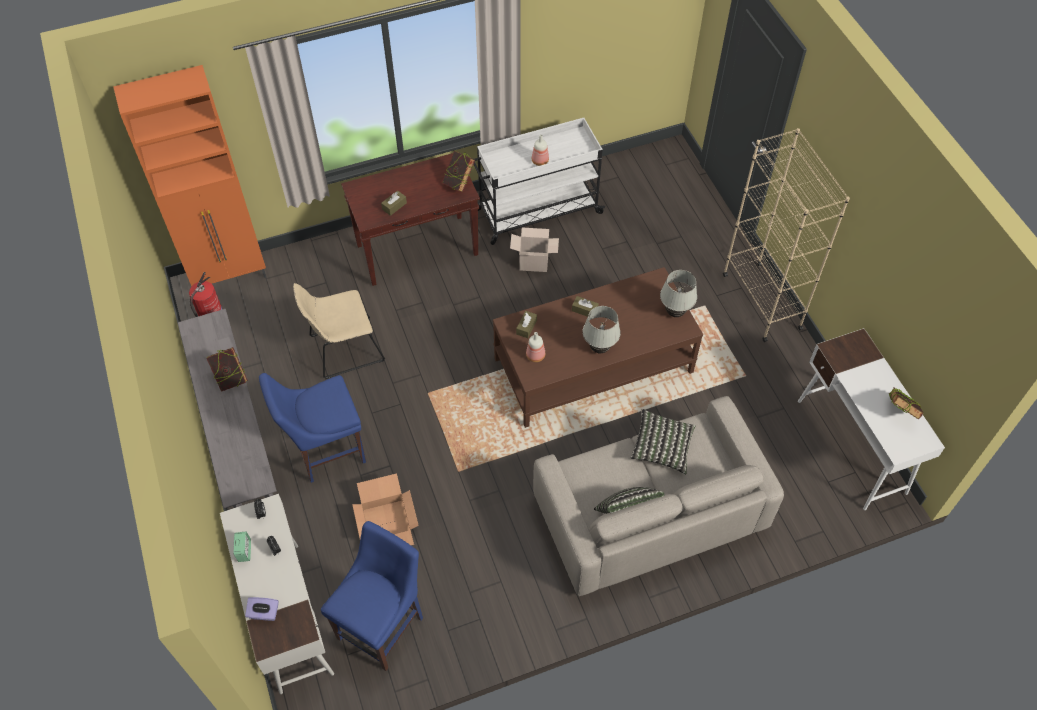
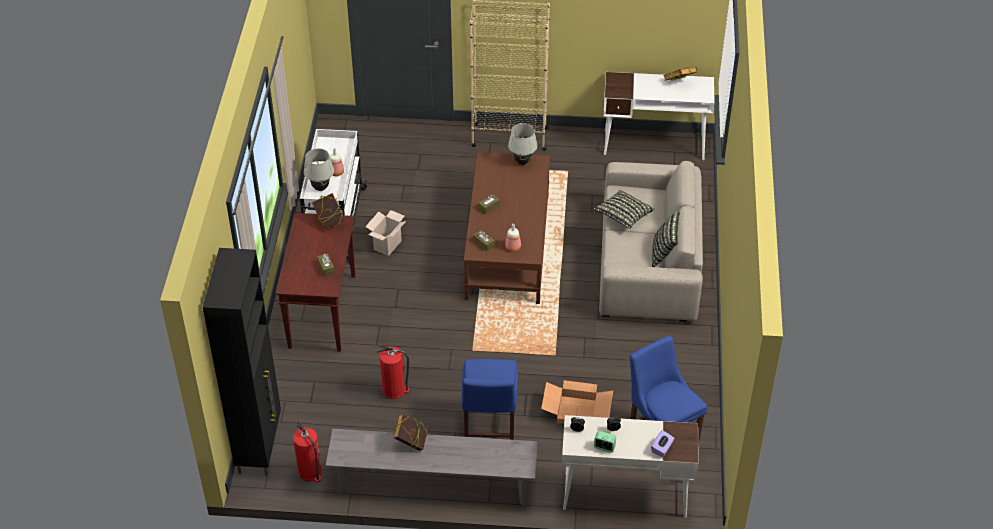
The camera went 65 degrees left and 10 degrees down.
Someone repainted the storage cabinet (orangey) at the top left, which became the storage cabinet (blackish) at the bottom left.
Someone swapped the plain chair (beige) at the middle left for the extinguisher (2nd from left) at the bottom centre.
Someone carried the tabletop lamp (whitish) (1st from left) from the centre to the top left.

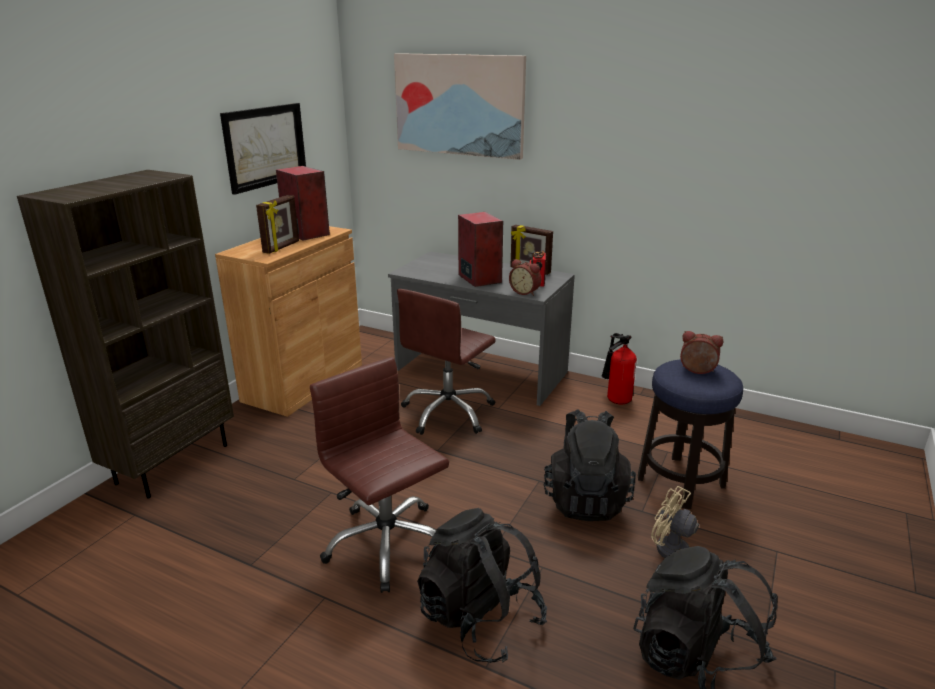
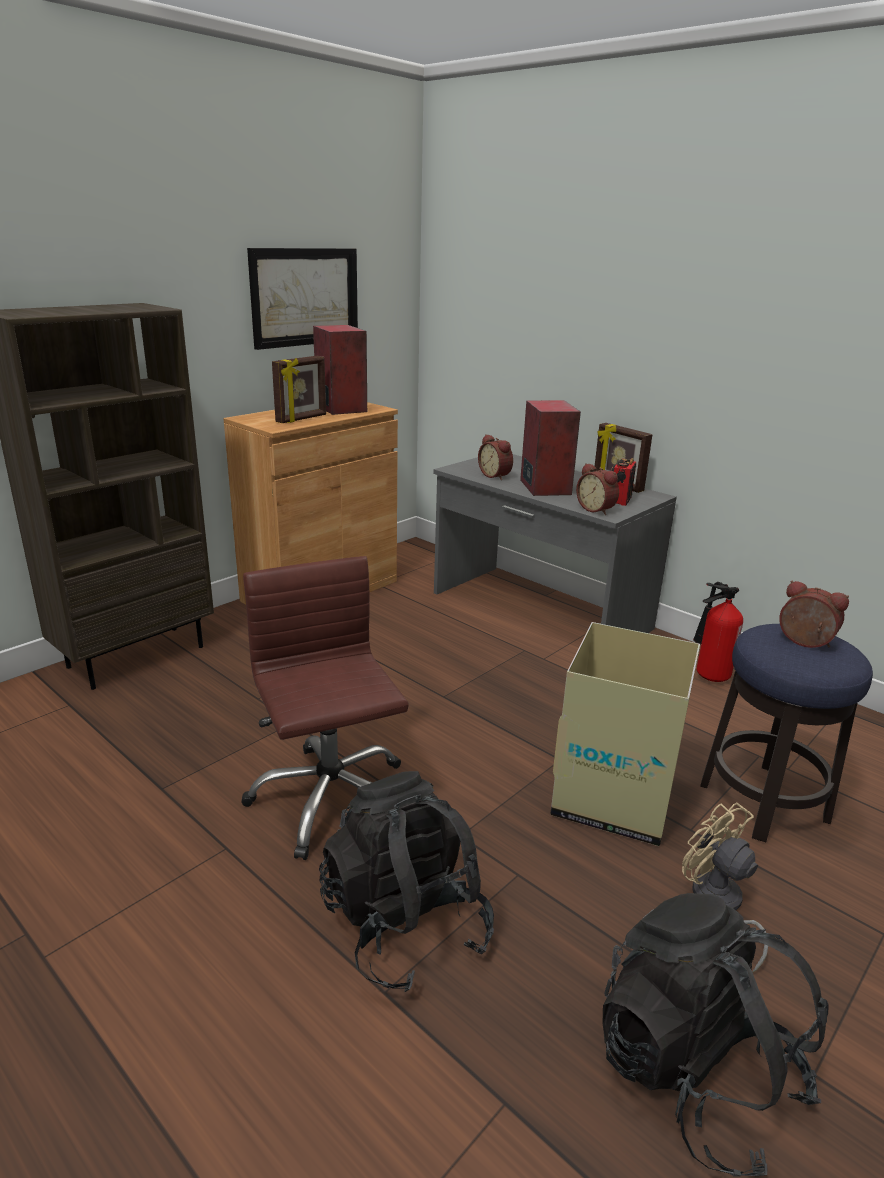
The camera went 15 degrees right and 0 degrees up.
Someone took away the wall picture (2nd from left) at the top centre.
Someone took away the desk chair (brown-coloured) (2nd from left) at the centre.
Someone swapped the backpack (blackish) (2nd from left) at the bottom centre for the packing box at the middle right.
Someone put down the bedside clock (1st from left) at the centre.

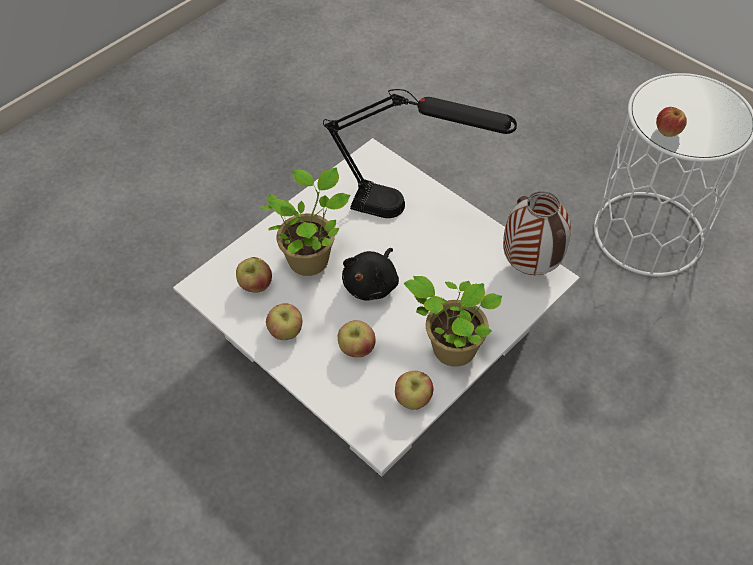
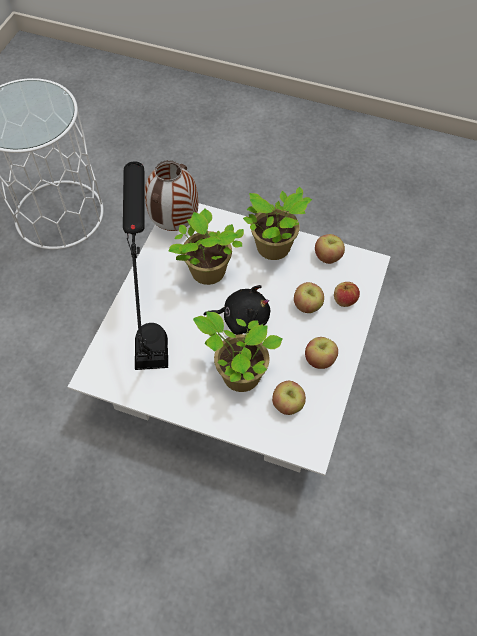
The camera went 115 degrees left and 5 degrees up.
Someone carried the apple (5th from left) from the top right to the middle right.
Someone put down the plant in a pot (1st from left) at the centre.

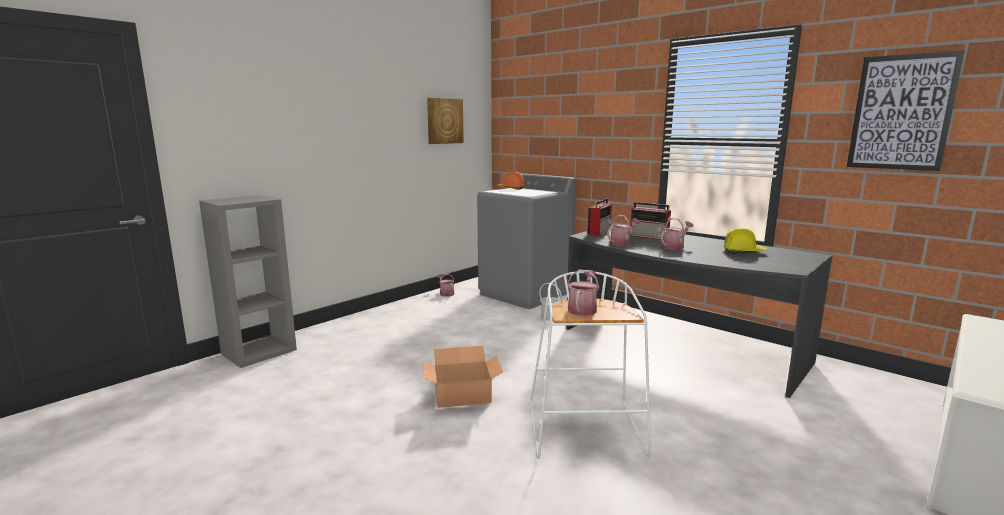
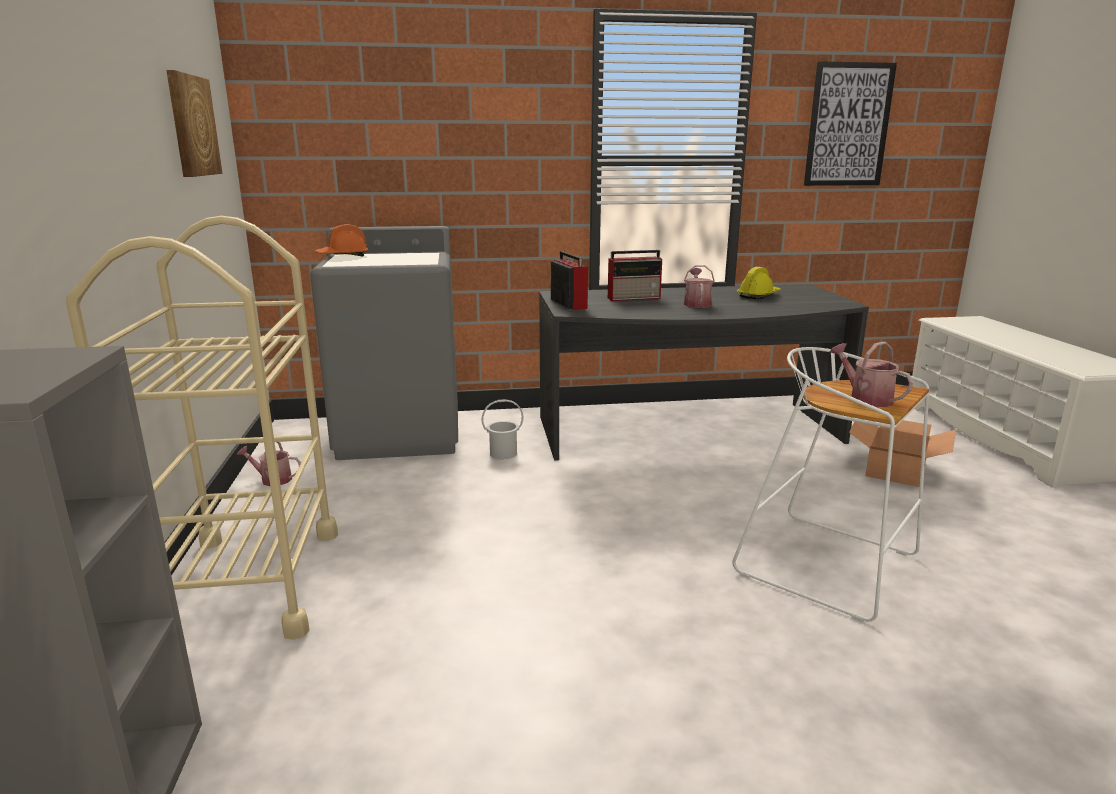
The camera went 50 degrees left and 5 degrees up.
Someone took away the sprinkling can (3rd from left) at the centre.
Someone carried the packing box from the bottom centre to the middle right.
Someone put down the cart (beige) at the middle left.

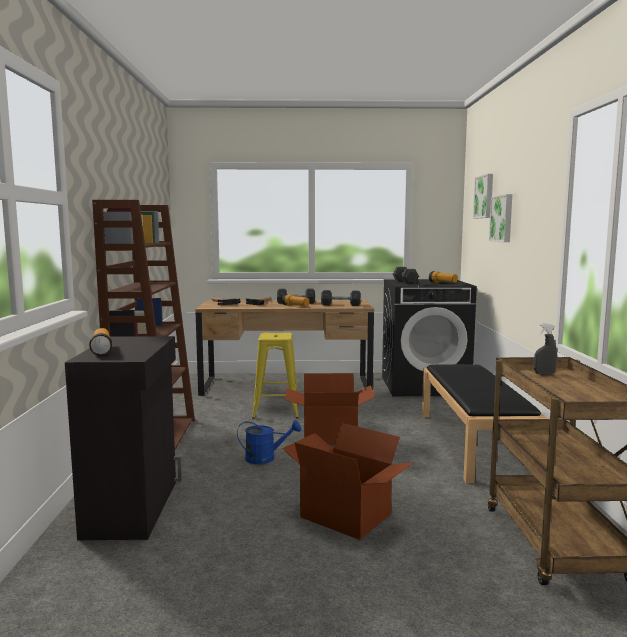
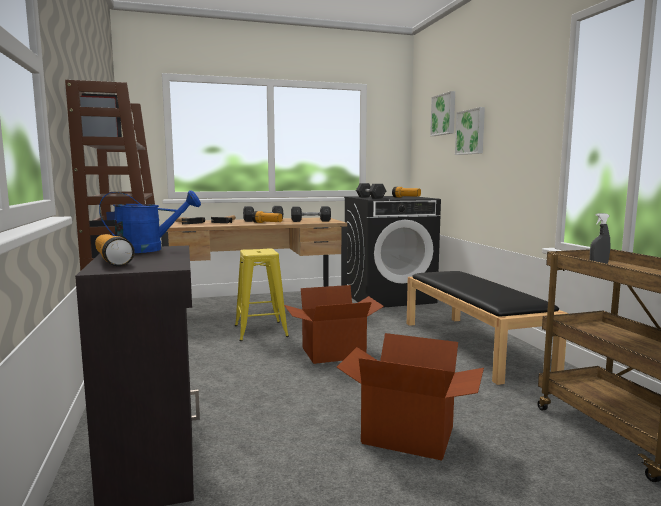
The camera went 15 degrees left and 0 degrees up.
Someone carried the sprinkling can (bluish) from the bottom centre to the middle left.

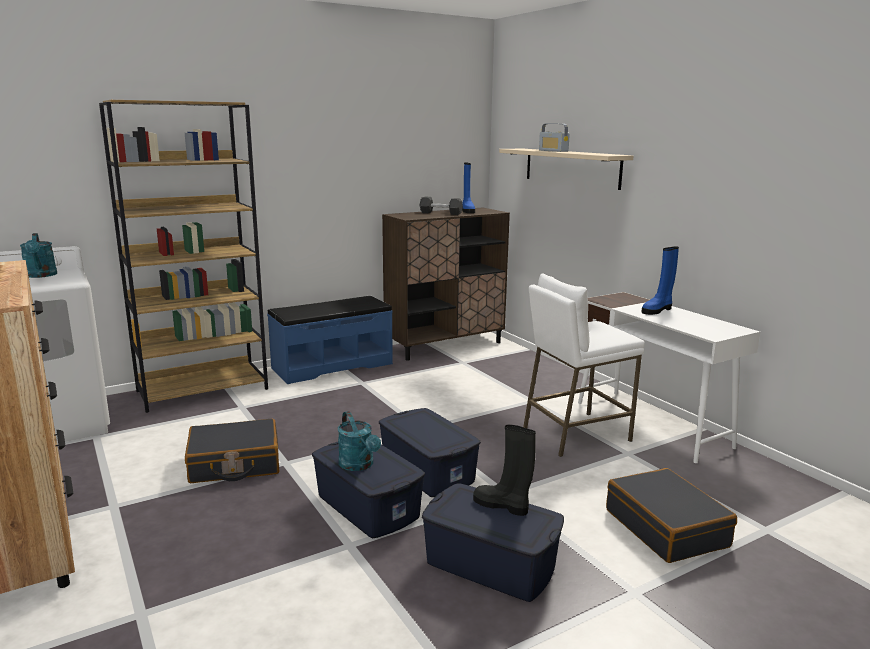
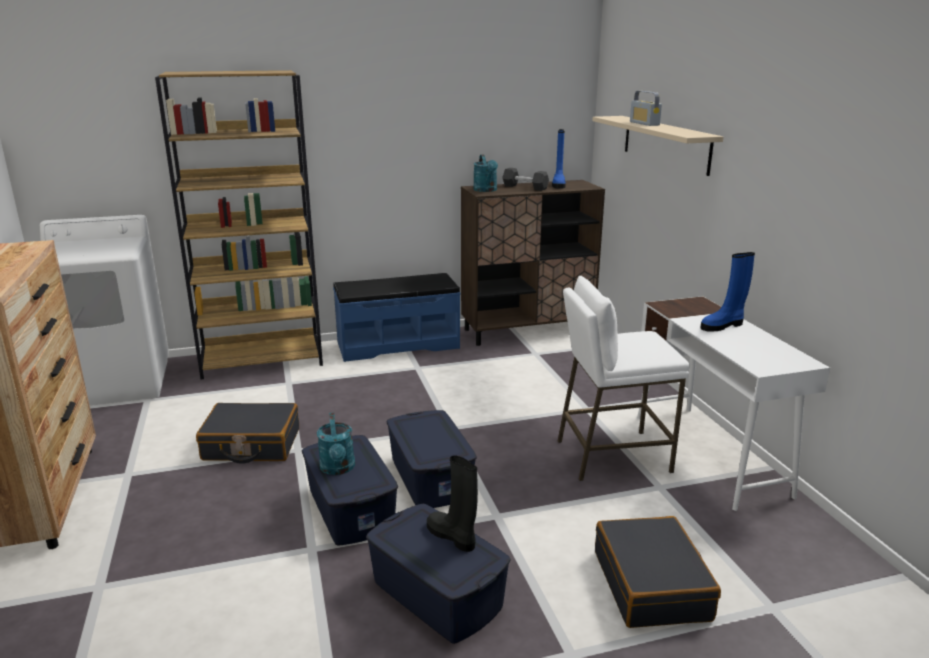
The camera went 15 degrees right and 5 degrees up.
Someone carried the sprinkling can (turquoise) (1st from left in the first image) from the middle left to the top centre.

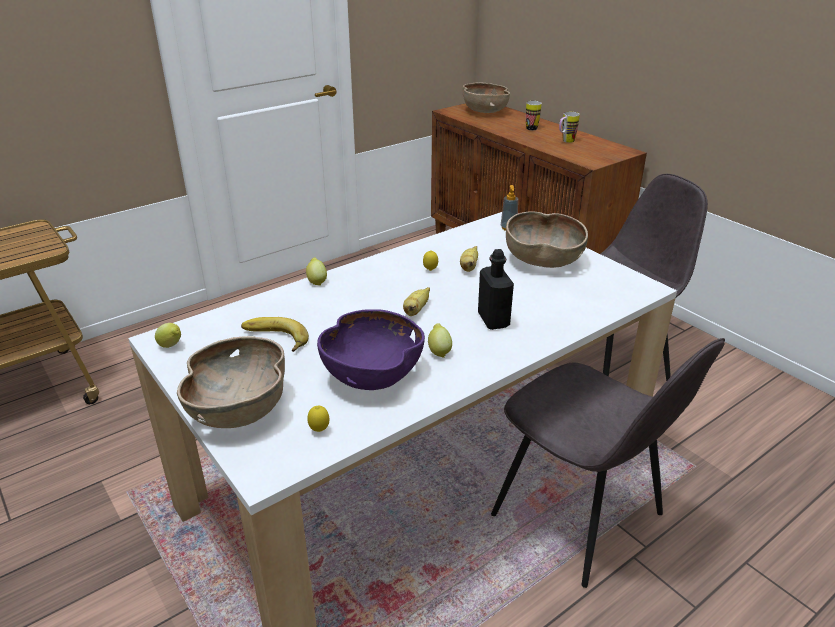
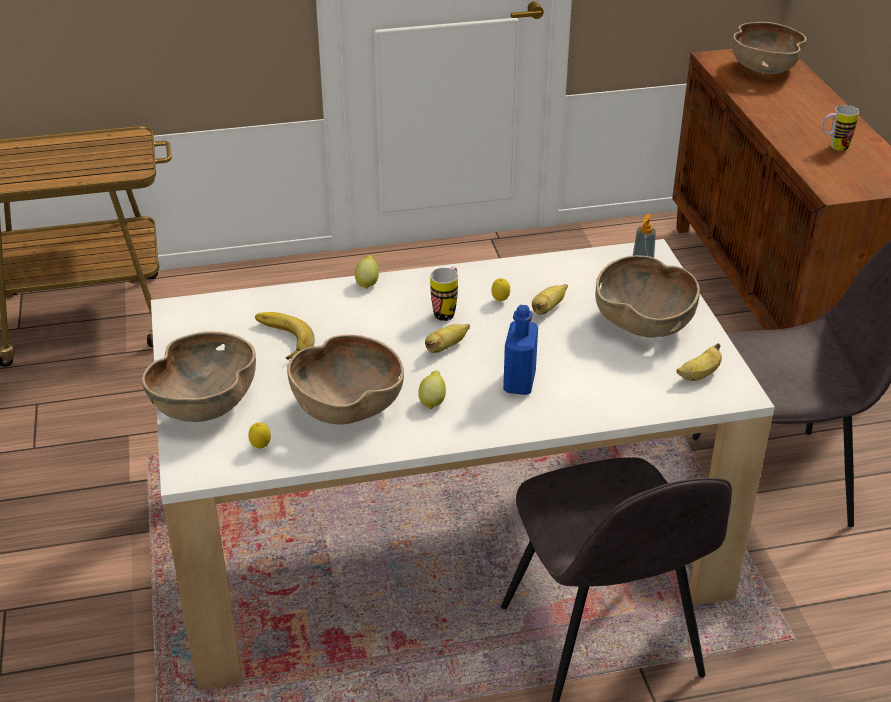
The camera went 25 degrees right and 5 degrees up.
Someone carried the tea mug (1st from left) from the top centre to the centre.
Someone repainted the drink bottle (blackish) at the centre, which became the drink bottle (bluish) at the centre.
Someone repainted the deep dish (purple) at the centre, which became the deep dish (brown-coloured) (2nd from left) at the centre.
Someone took away the citrus fruit (1st from left) at the middle left.
Someone put down the whole banana (4th from left) at the middle right.

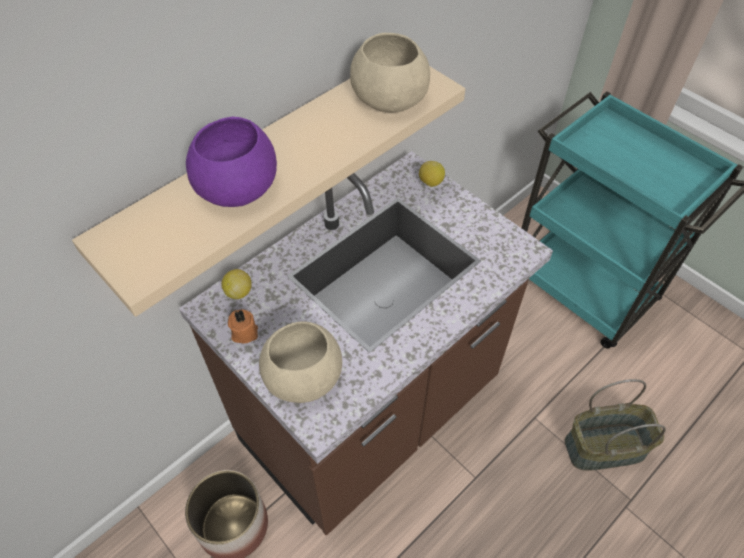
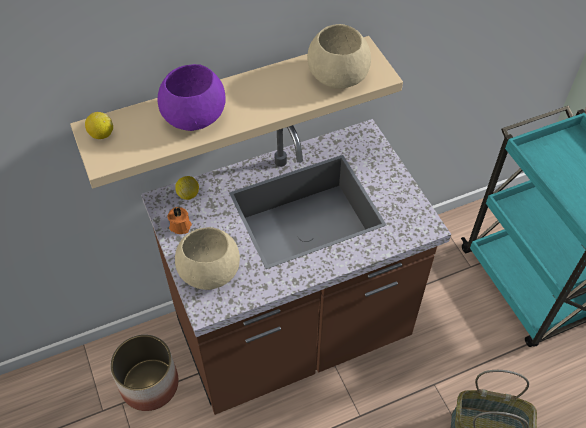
The camera went 20 degrees right and 0 degrees up.
Someone carried the citrus fruit (2nd from left in the first image) from the top centre to the top left.

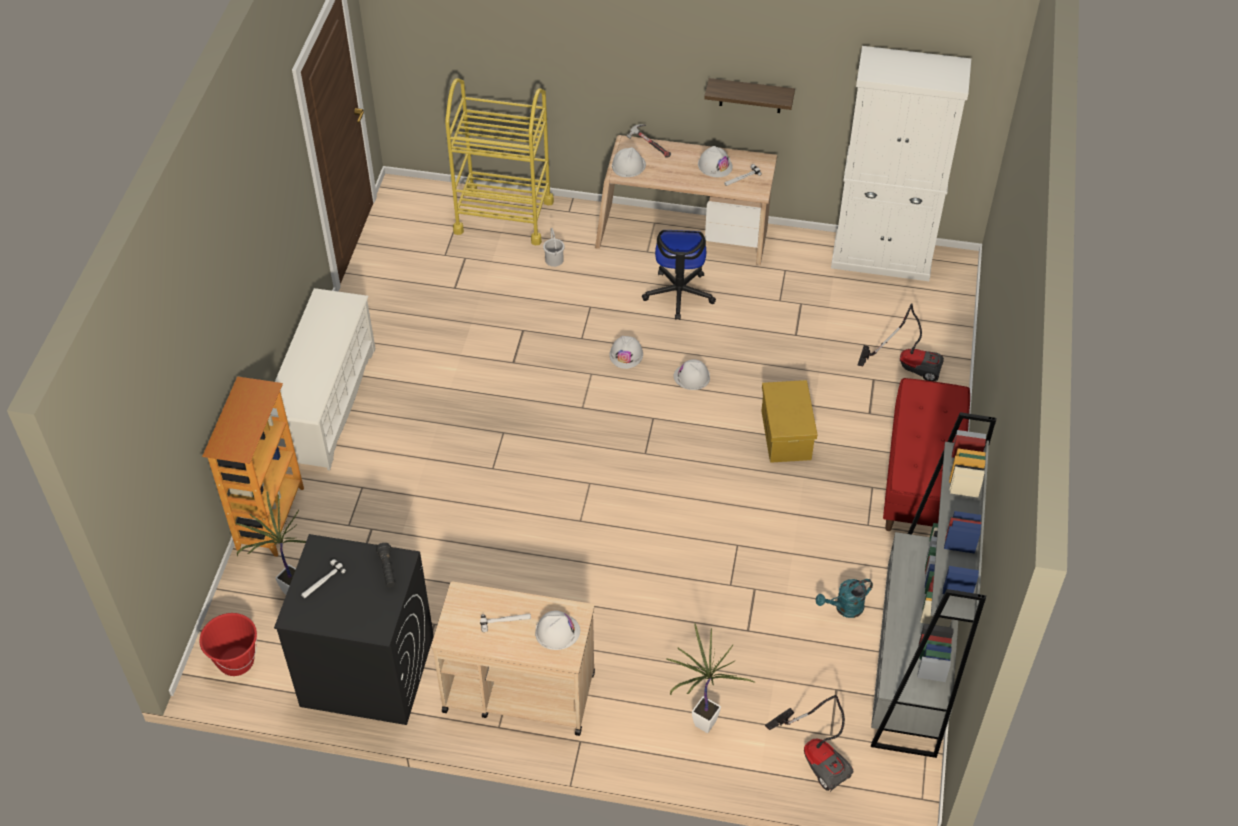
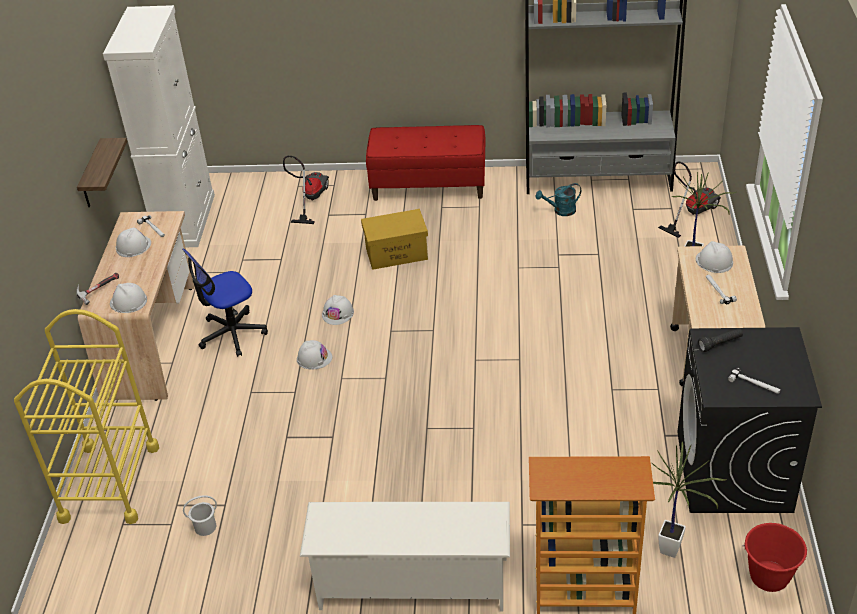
The camera went 95 degrees left and 10 degrees down.
Someone carried the pail (whitish) from the top centre to the bottom left.
Someone rotated the desk chair at the top centre by 150 degrees clockwise.
Someone rotated the sprinkling can (turquoise) at the bottom right by 105 degrees clockwise.

